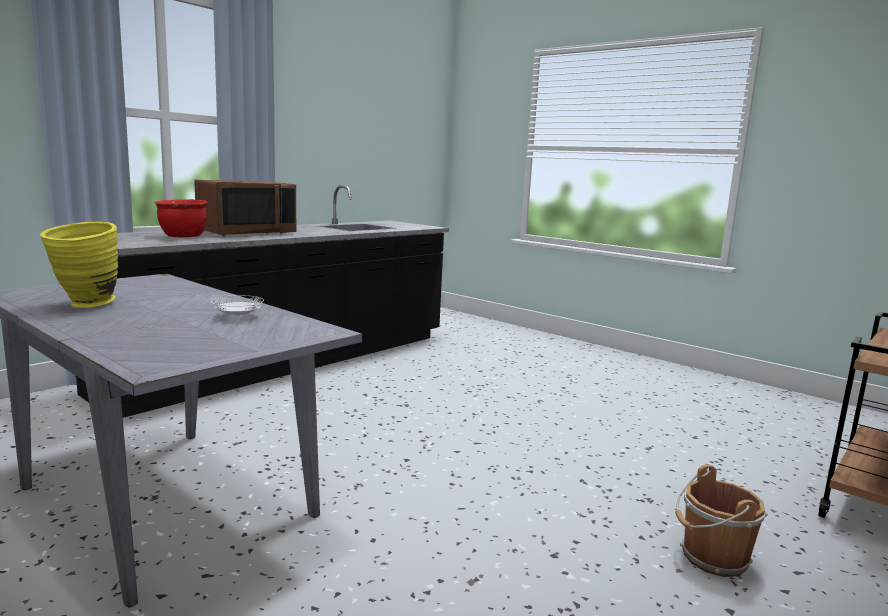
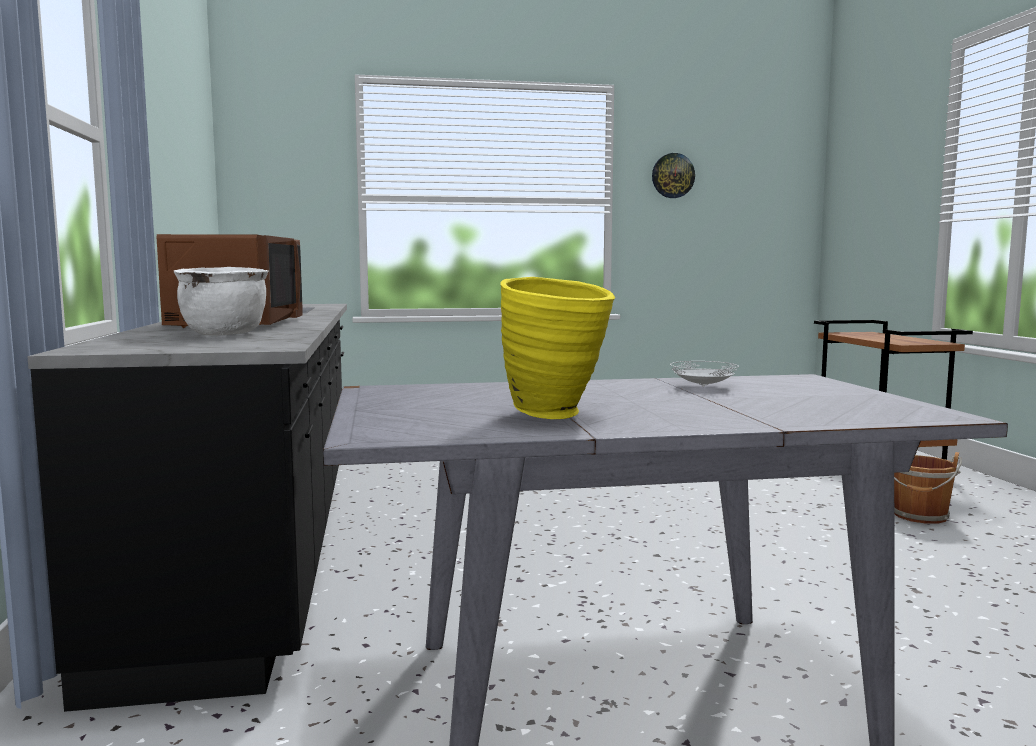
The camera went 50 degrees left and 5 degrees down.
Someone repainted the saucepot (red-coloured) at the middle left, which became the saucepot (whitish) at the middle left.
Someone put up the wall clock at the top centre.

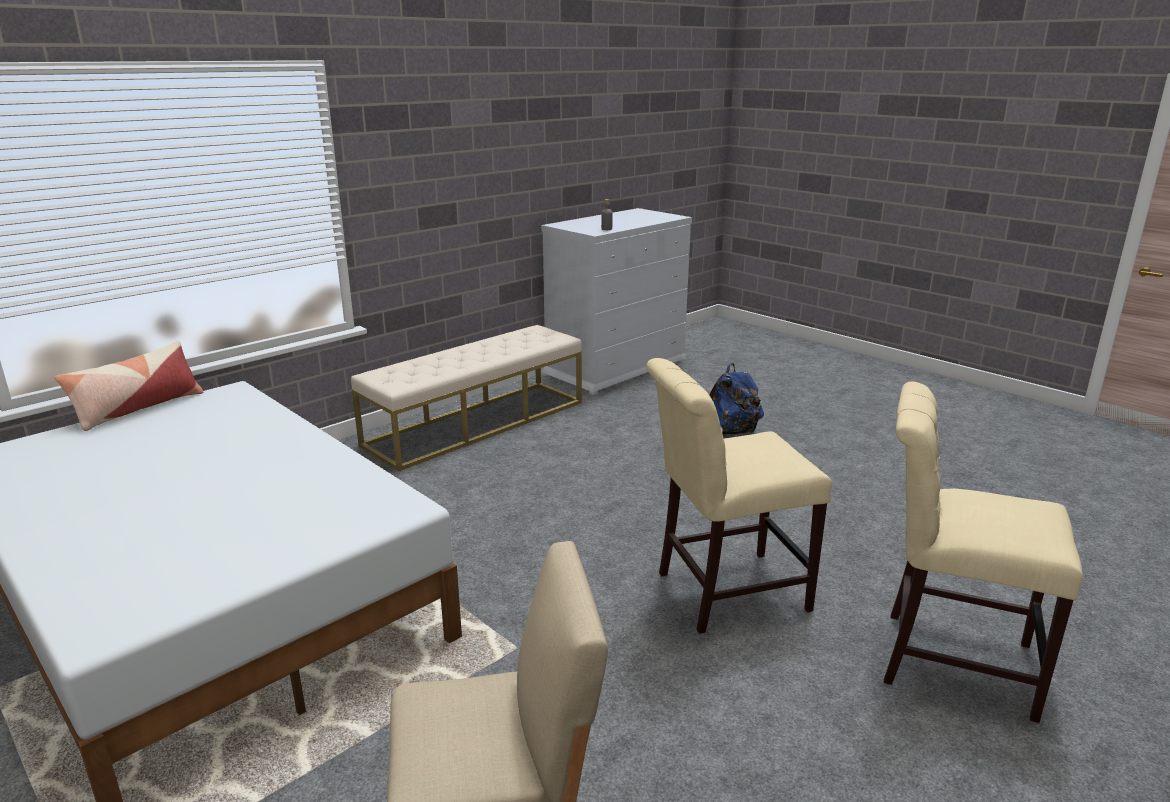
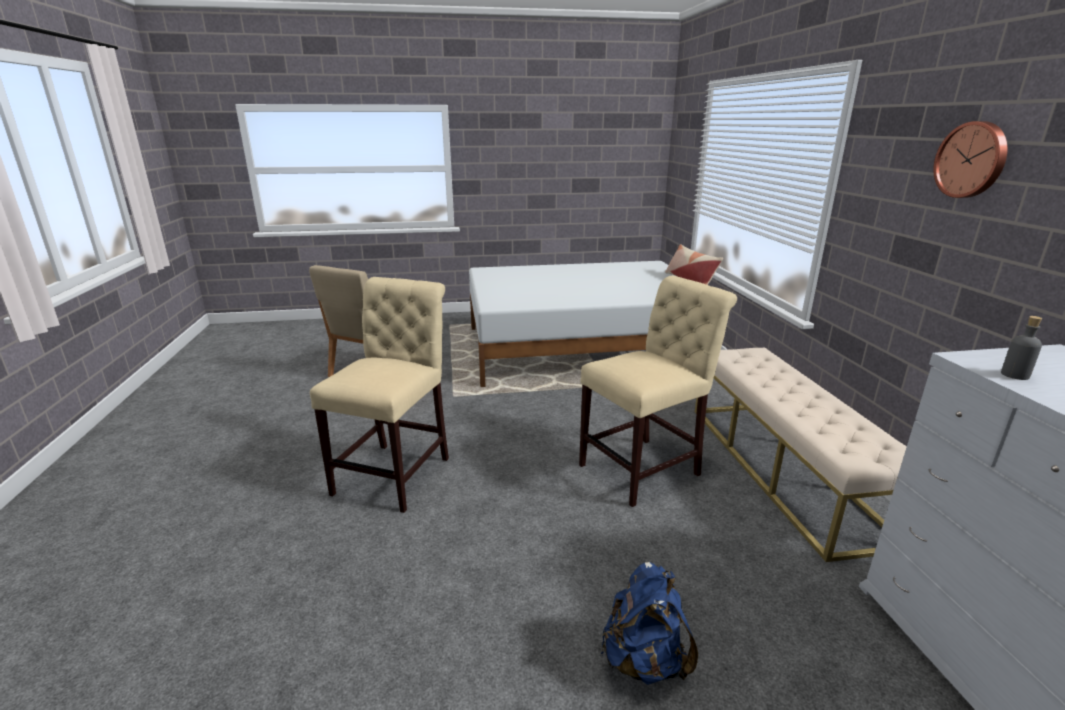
The camera went 125 degrees right and 0 degrees up.
Someone carried the plain chair (beige) (3rd from left) from the bottom right to the centre.
Someone put up the wall clock at the top right.

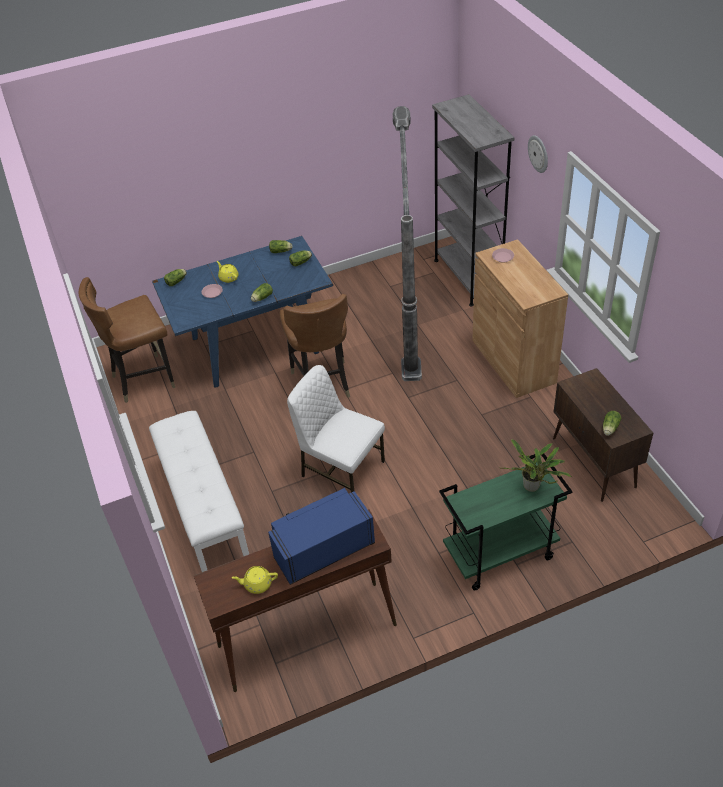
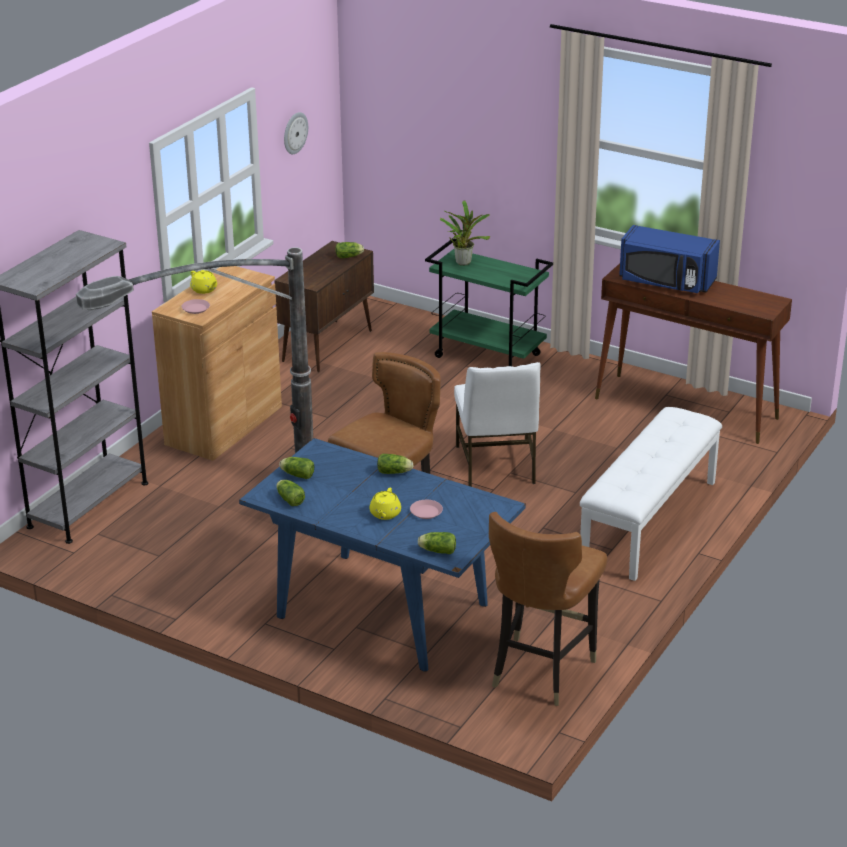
The camera went 130 degrees left and 15 degrees down.
Someone carried the wall clock from the top right to the top centre.
Someone rotated the plain chair (brown-coloured) (1st from left in the first image) at the middle left by 90 degrees clockwise.
Someone carried the teapot (yellow-coloured) (2nd from left in the first image) from the bottom centre to the top left.

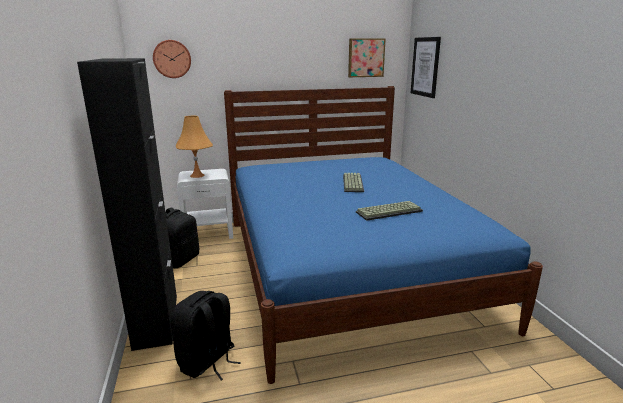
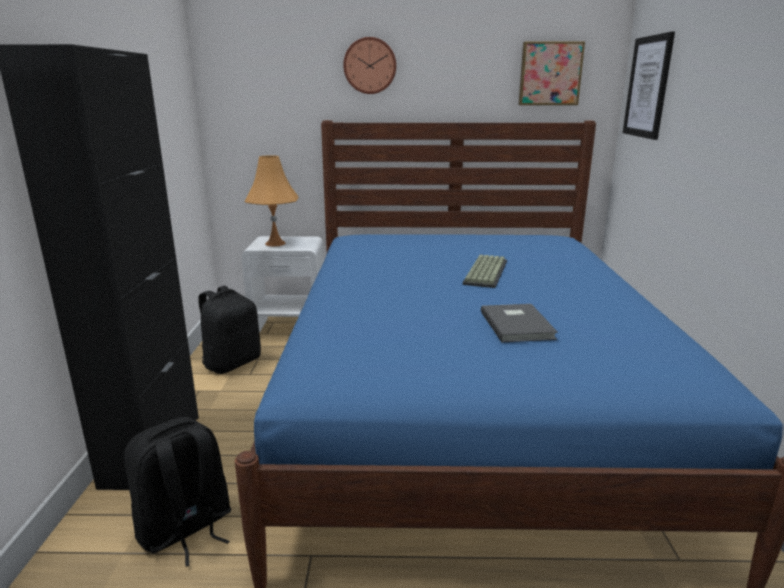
The camera went 15 degrees right and 0 degrees up.
Someone carried the wall clock from the top left to the top centre.
Someone swapped the computer keyboard (2nd from left) at the centre for the volume (greyish) at the centre.

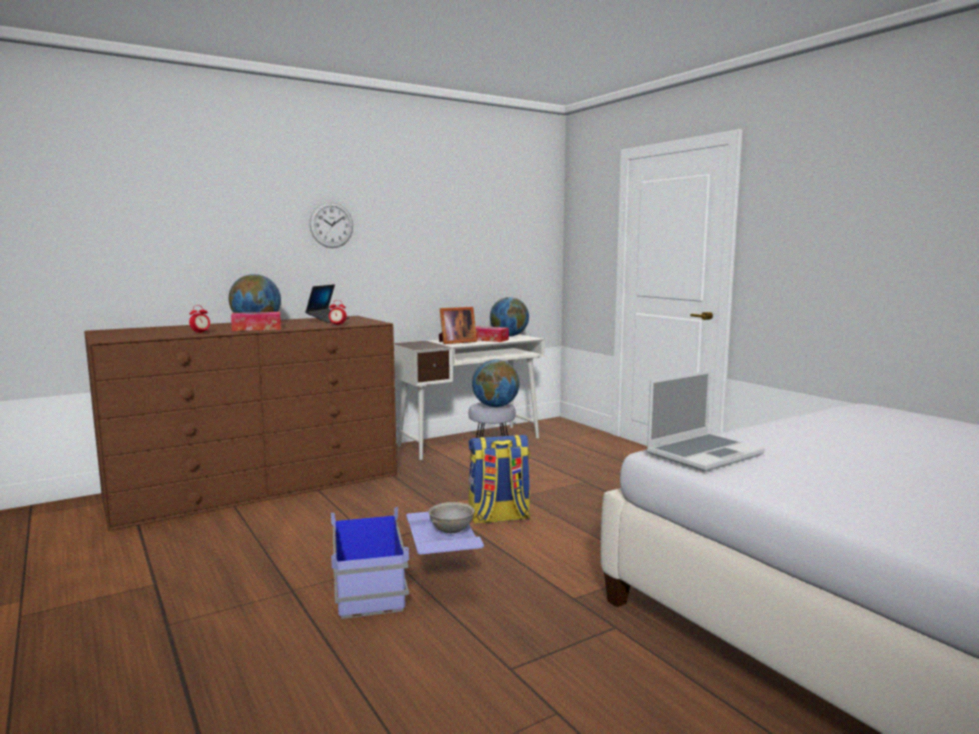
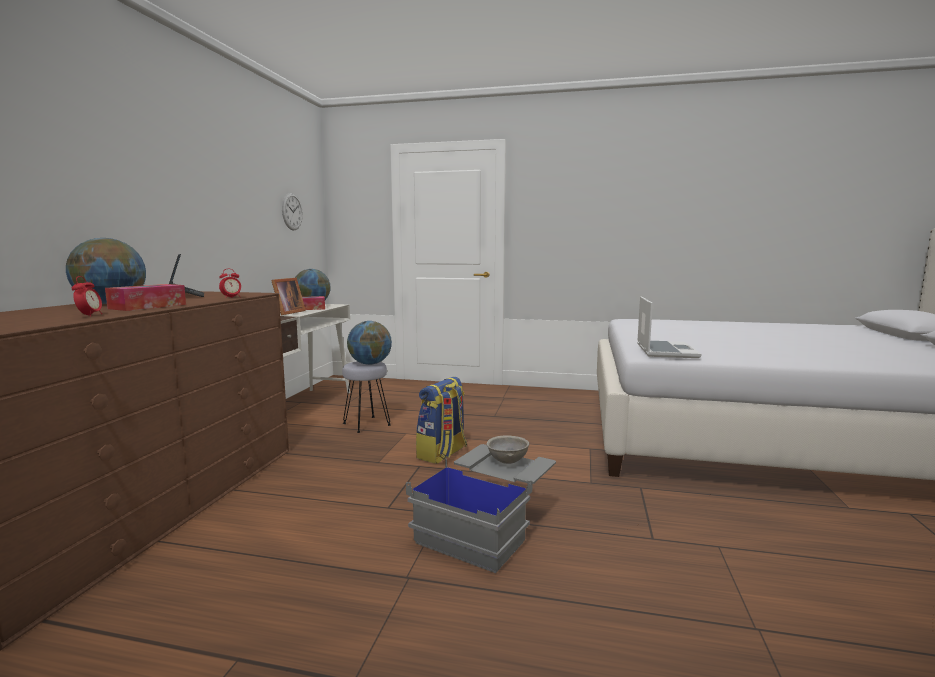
The camera went 45 degrees left and 0 degrees up.
Someone carried the wall clock from the top centre to the top left.
Someone repainted the storage container (bluish) at the bottom centre, which became the storage container (greyish) at the bottom centre.

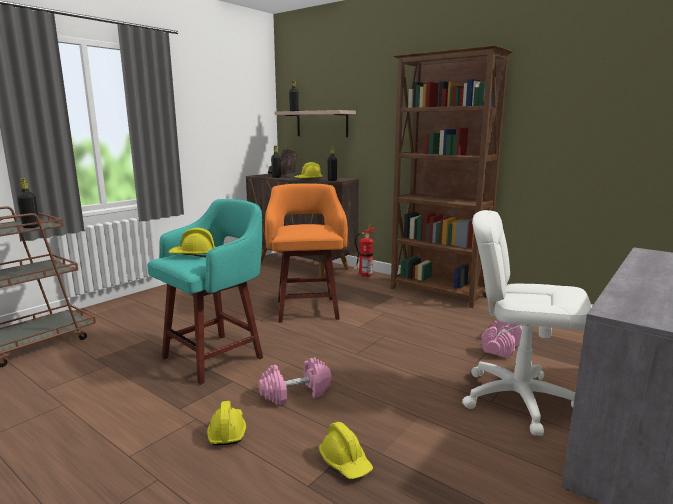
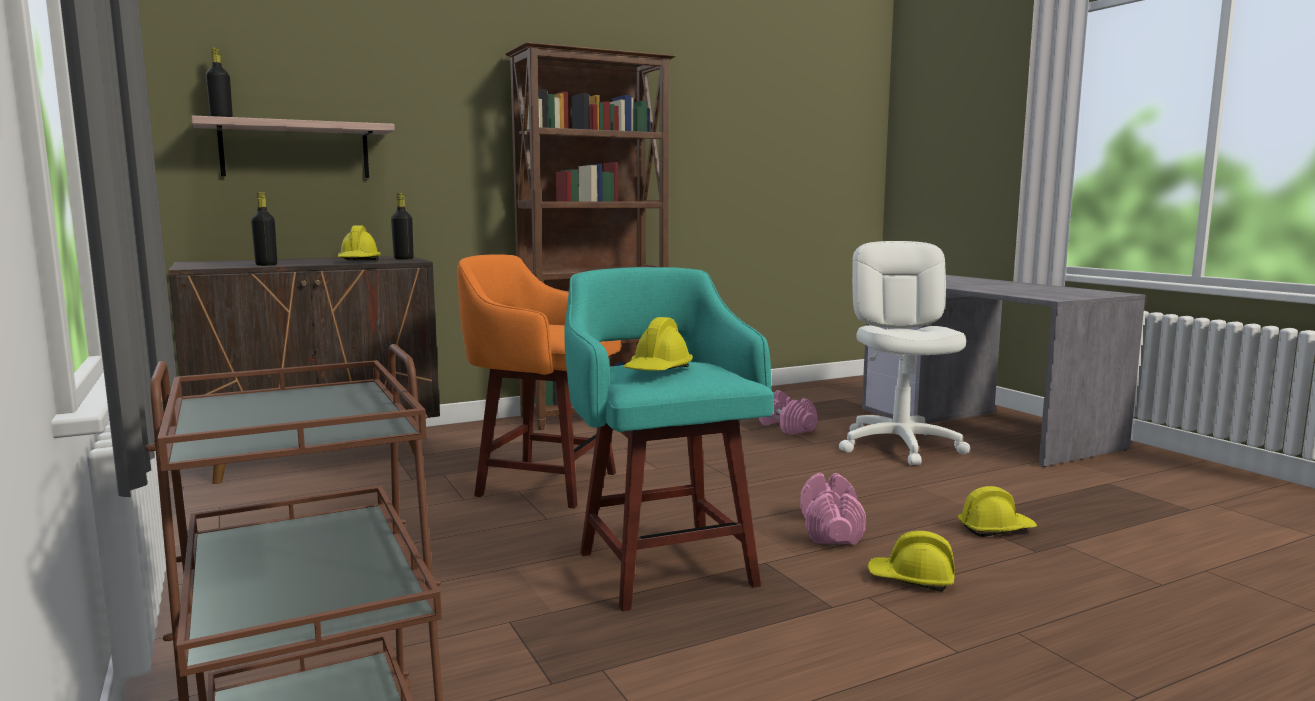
The camera went 65 degrees left and 5 degrees down.
Someone took away the boot (brown-coloured) at the top centre.
Someone took away the drink bottle (blackish) (1st from left) at the middle left.
Someone rotated the desk chair (whitish) at the middle right by 135 degrees clockwise.
Someone took away the extinguisher at the centre.

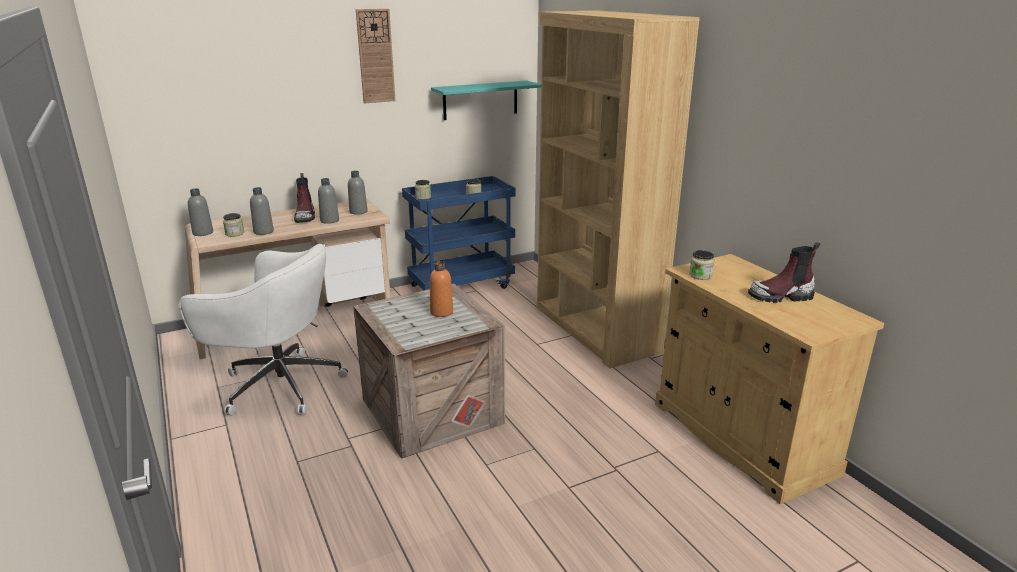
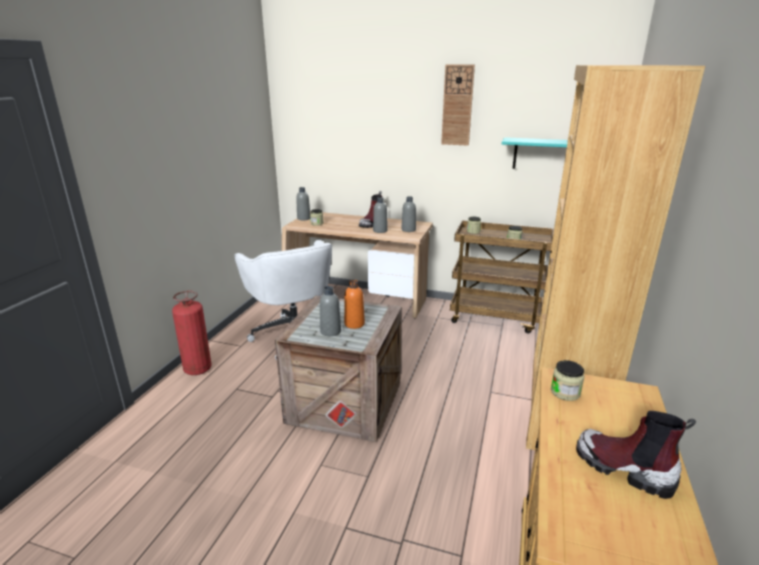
The camera went 45 degrees right and 0 degrees up.
Someone repainted the cart (bluish) at the centre, which became the cart (brown-coloured) at the centre.
Someone carried the drink bottle (greyish) (2nd from left) from the middle left to the centre.
Someone put down the extinguisher at the middle left.

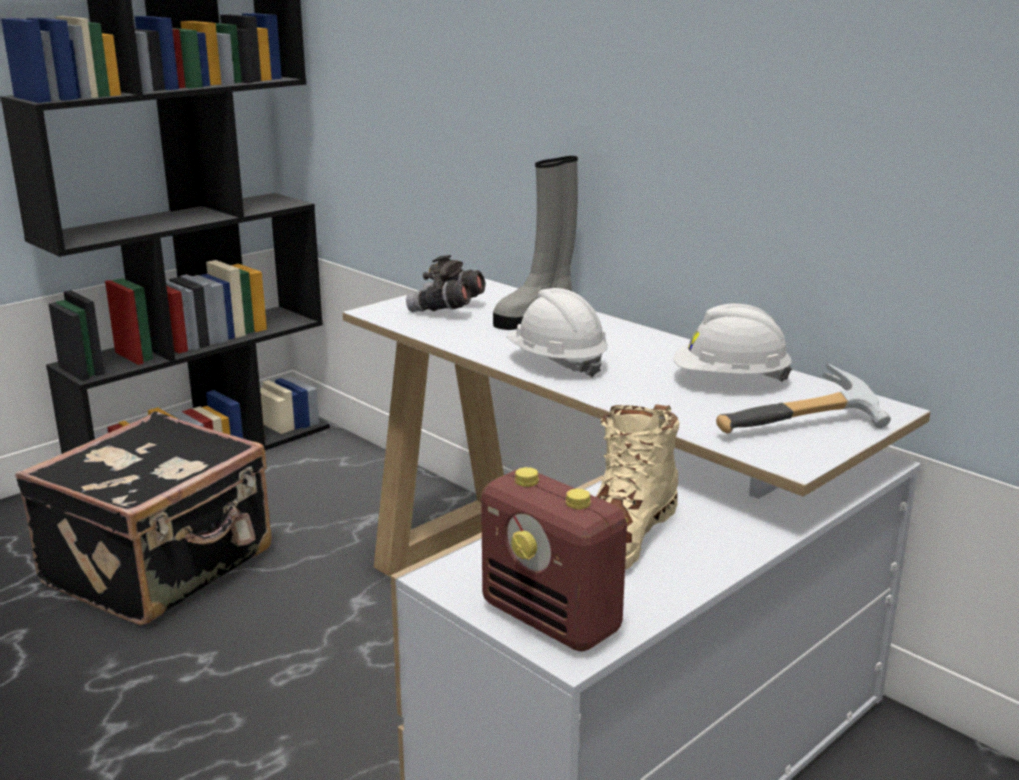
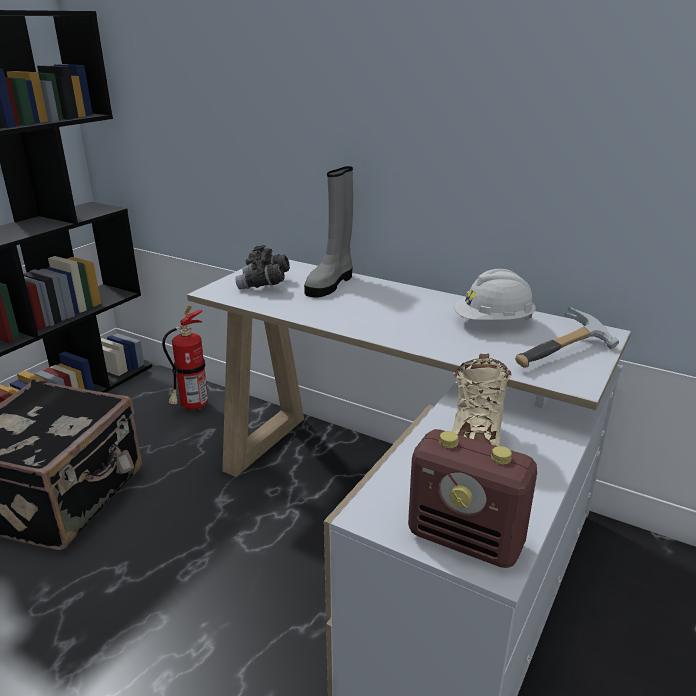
The camera went 15 degrees left and 5 degrees up.
Someone took away the hard hat (whitish) (1st from left) at the centre.
Someone put down the extinguisher at the middle left.

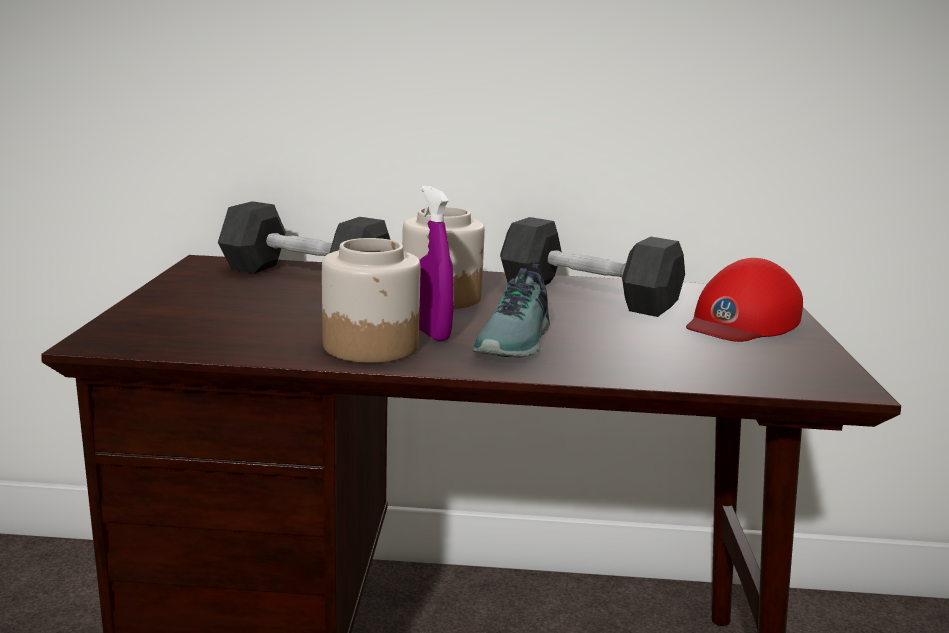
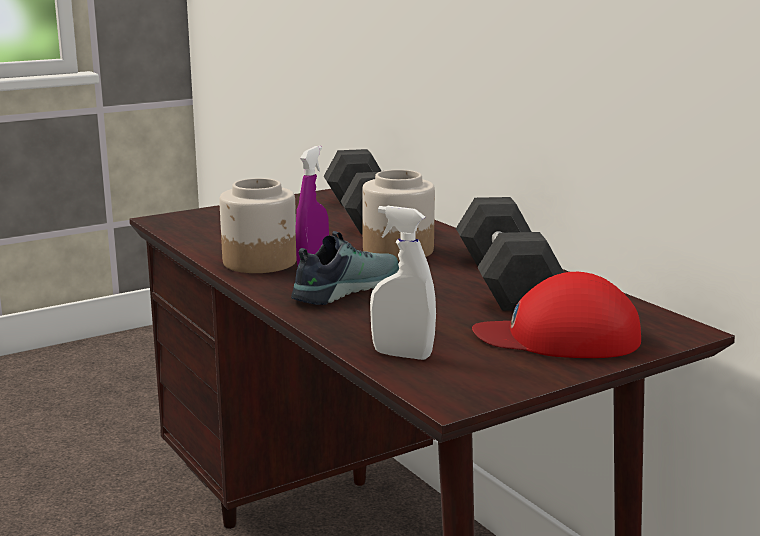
The camera went 55 degrees right and 0 degrees up.
Someone rotated the item of footwear at the centre by 150 degrees clockwise.
Someone put down the sprayer (whitish) at the centre.

